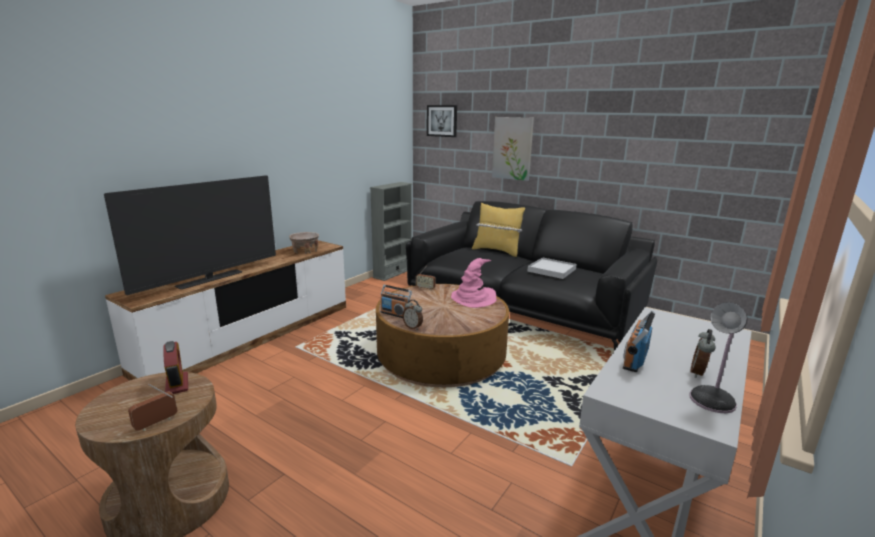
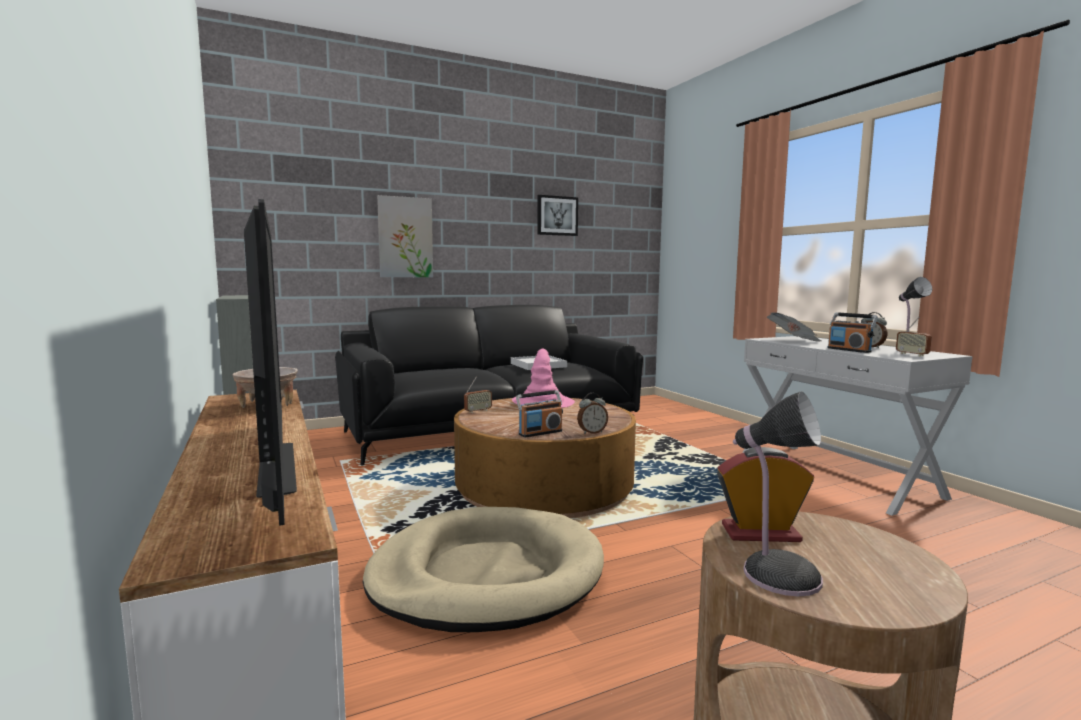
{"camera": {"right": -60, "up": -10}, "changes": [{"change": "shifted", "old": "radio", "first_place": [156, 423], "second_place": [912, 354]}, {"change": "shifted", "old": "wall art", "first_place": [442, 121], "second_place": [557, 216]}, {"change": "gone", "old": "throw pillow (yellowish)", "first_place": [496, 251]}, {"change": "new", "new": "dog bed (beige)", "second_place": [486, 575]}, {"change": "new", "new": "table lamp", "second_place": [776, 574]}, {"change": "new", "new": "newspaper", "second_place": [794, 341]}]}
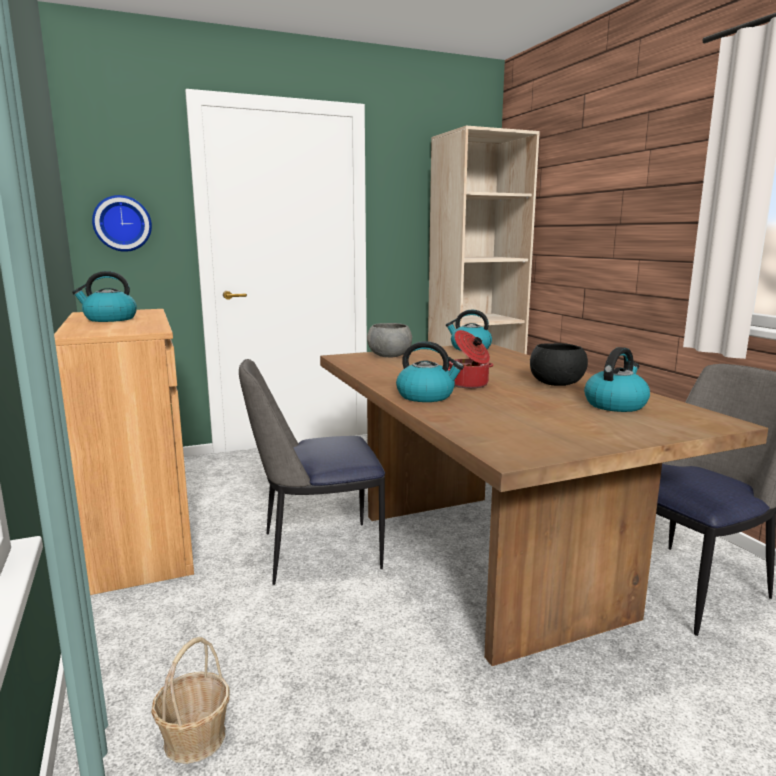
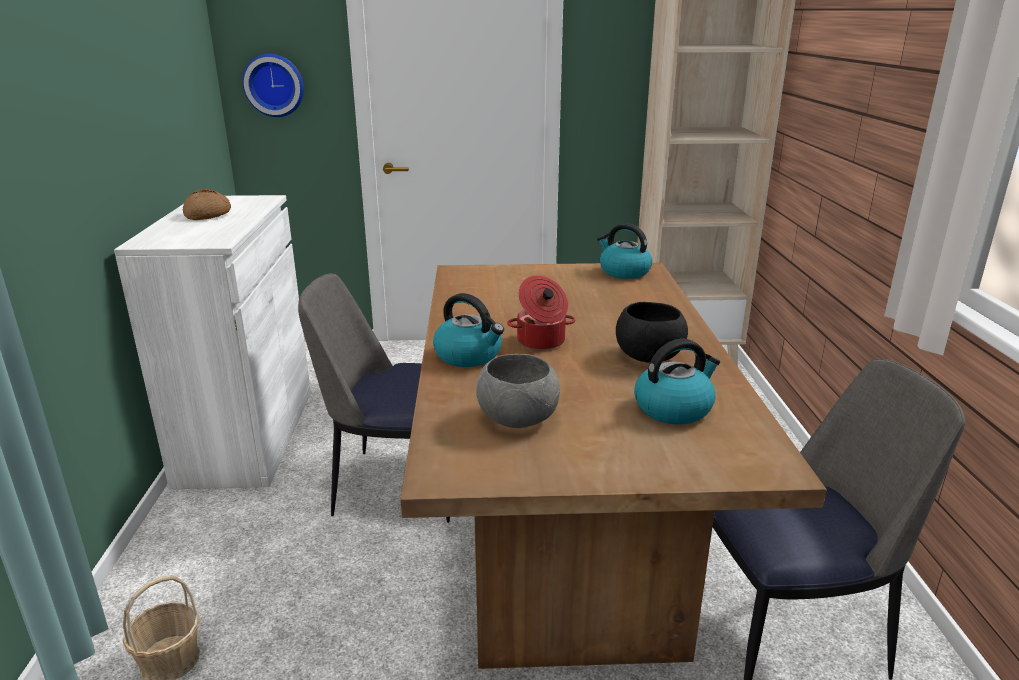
{"camera": {"right": 20, "up": 10}, "changes": [{"change": "repainted", "old": "storage cabinet (brown)", "new": "storage cabinet (white-coloured)", "first_place": [140, 539], "second_place": [247, 435]}, {"change": "swapped", "old": "tea kettle", "new": "bakery bread", "first_place": [109, 319], "second_place": [208, 215]}, {"change": "shifted", "old": "serving bowl (greyish)", "first_place": [389, 356], "second_place": [517, 418]}]}
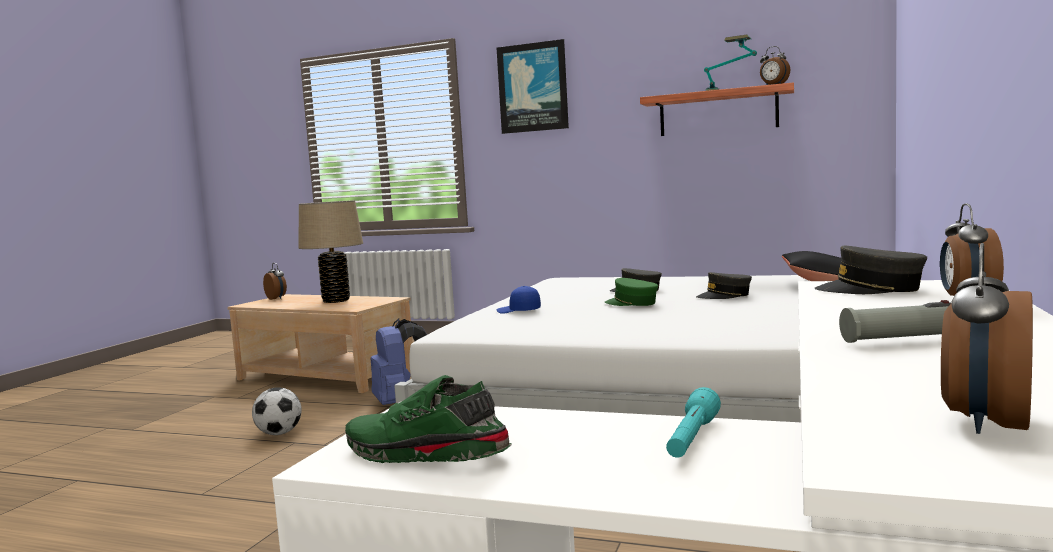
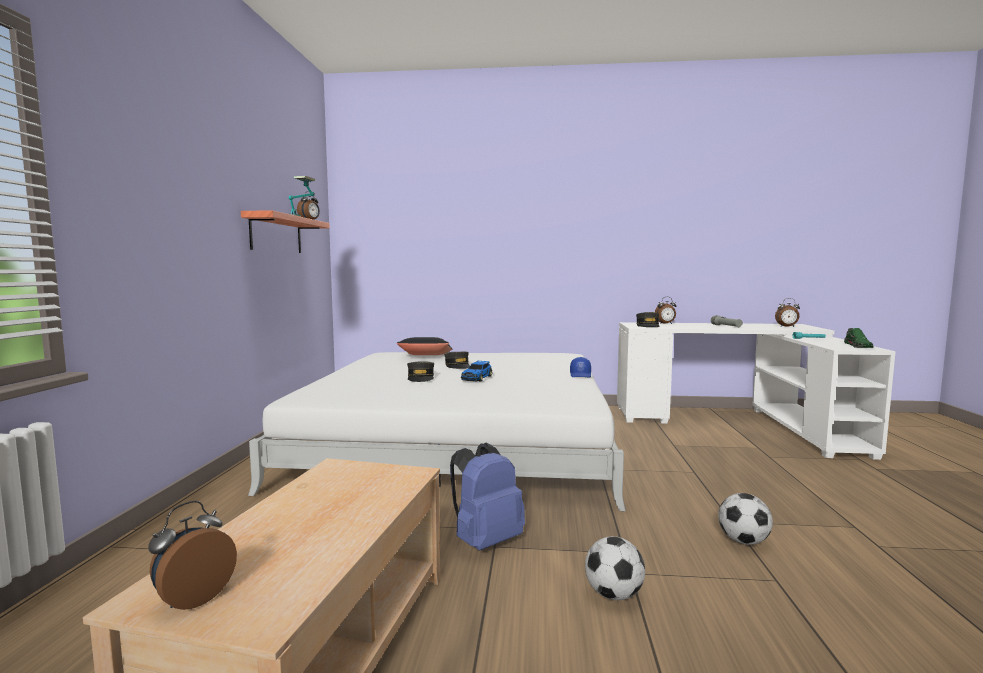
{"camera": {"right": -105, "up": 0}, "changes": [{"change": "gone", "old": "table lamp (beige)", "first_place": [336, 300]}, {"change": "gone", "old": "wall art", "first_place": [533, 87]}, {"change": "shifted", "old": "baseball cap (bluish)", "first_place": [518, 311], "second_place": [581, 375]}, {"change": "swapped", "old": "baseball cap (greenish)", "new": "toy car", "first_place": [631, 303], "second_place": [477, 378]}, {"change": "new", "new": "football ball", "second_place": [743, 541]}]}
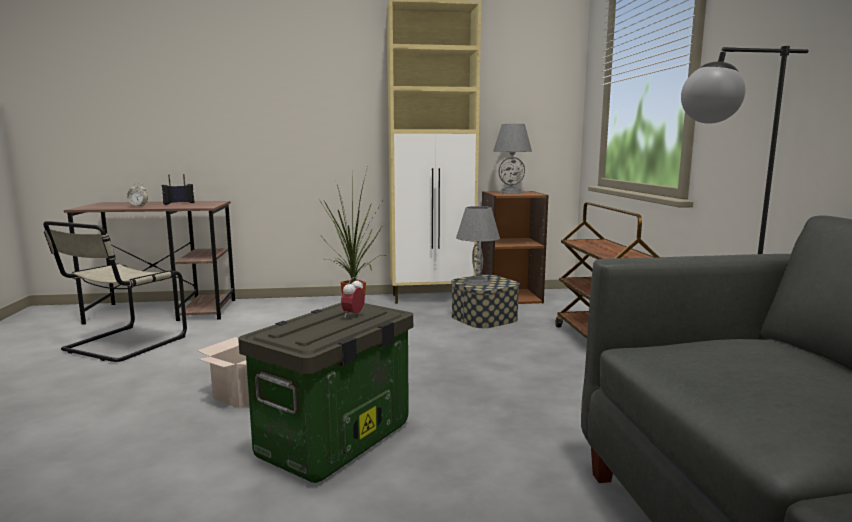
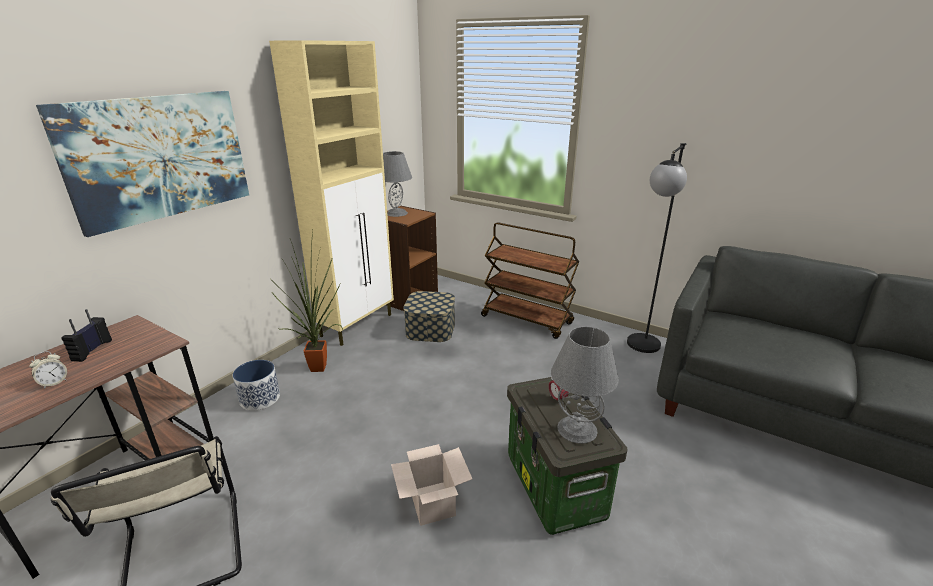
{"camera": {"right": -50, "up": 15}, "changes": [{"change": "shifted", "old": "table lamp (greyish)", "first_place": [477, 282], "second_place": [577, 429]}, {"change": "new", "new": "wall art", "second_place": [159, 157]}, {"change": "new", "new": "planter", "second_place": [260, 398]}]}
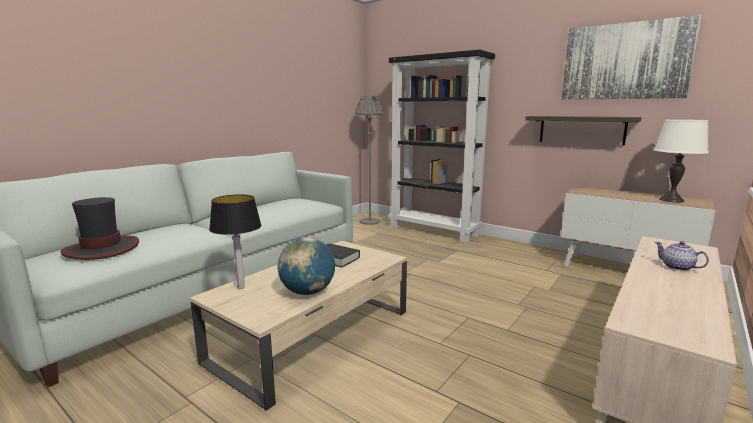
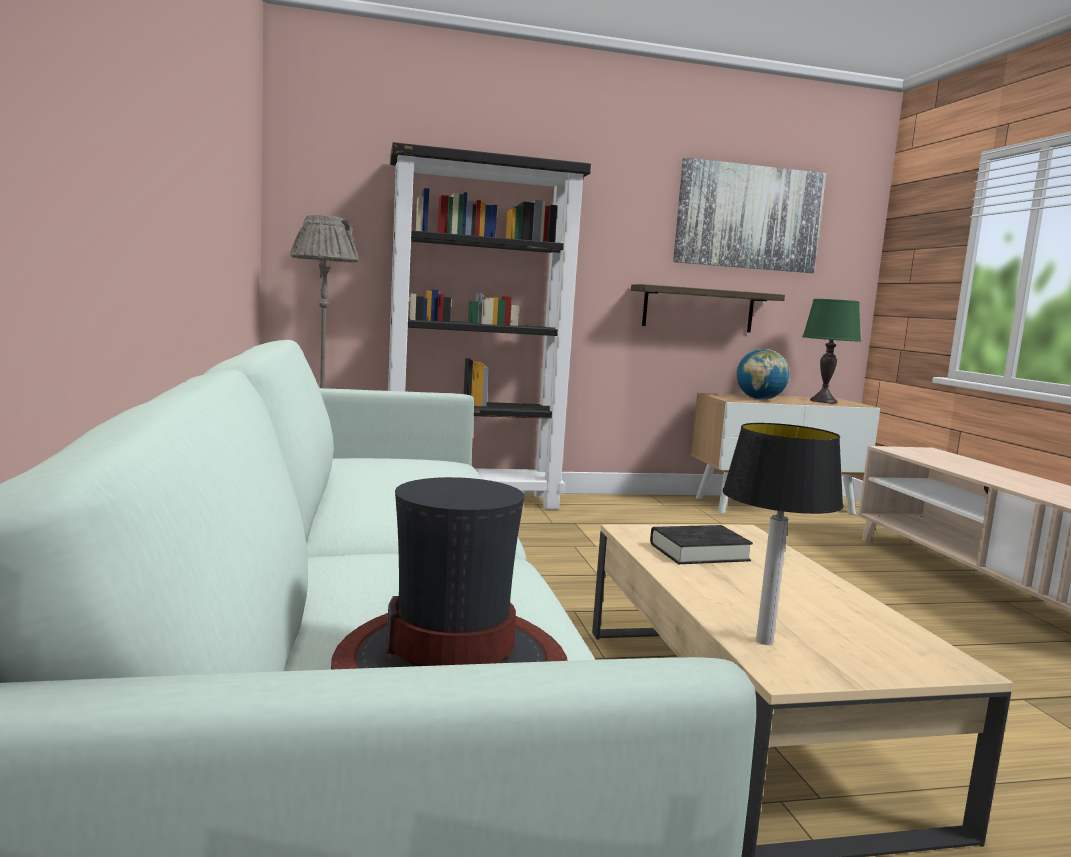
{"camera": {"right": -50, "up": -5}, "changes": [{"change": "shifted", "old": "globe", "first_place": [307, 292], "second_place": [760, 399]}, {"change": "repainted", "old": "table lamp (white-coloured)", "new": "table lamp (greenish)", "first_place": [671, 200], "second_place": [823, 401]}, {"change": "gone", "old": "pot for tea", "first_place": [677, 267]}]}
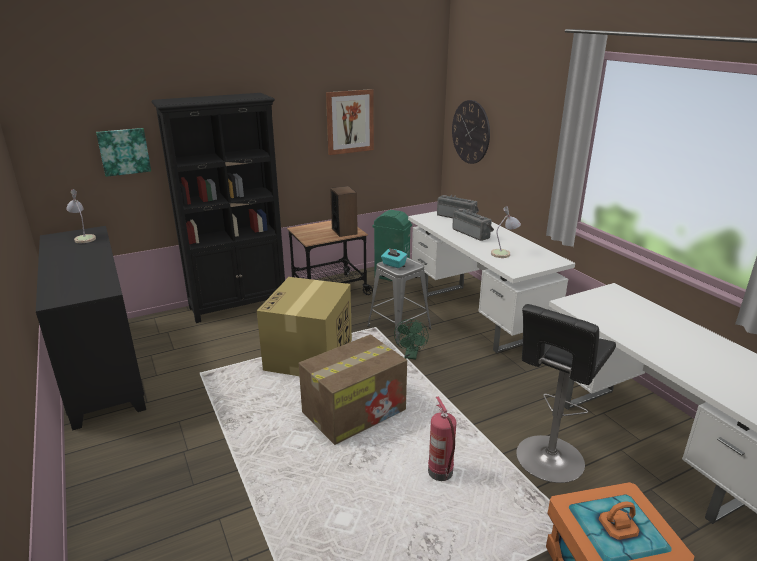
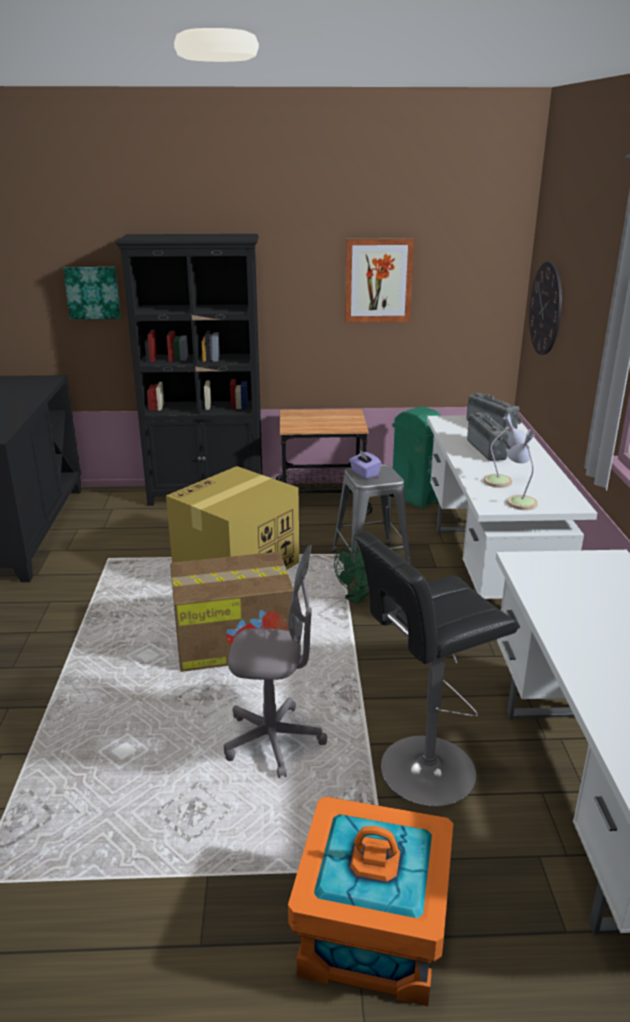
{"camera": {"right": 25, "up": 0}, "changes": [{"change": "shifted", "old": "table lamp", "first_place": [84, 238], "second_place": [518, 501]}, {"change": "gone", "old": "loudspeaker", "first_place": [344, 231]}, {"change": "repainted", "old": "tissue holder (turquoise)", "new": "tissue holder (purple)", "first_place": [393, 264], "second_place": [364, 473]}, {"change": "swapped", "old": "extinguisher", "new": "desk chair (greyish)", "first_place": [441, 473], "second_place": [273, 740]}]}
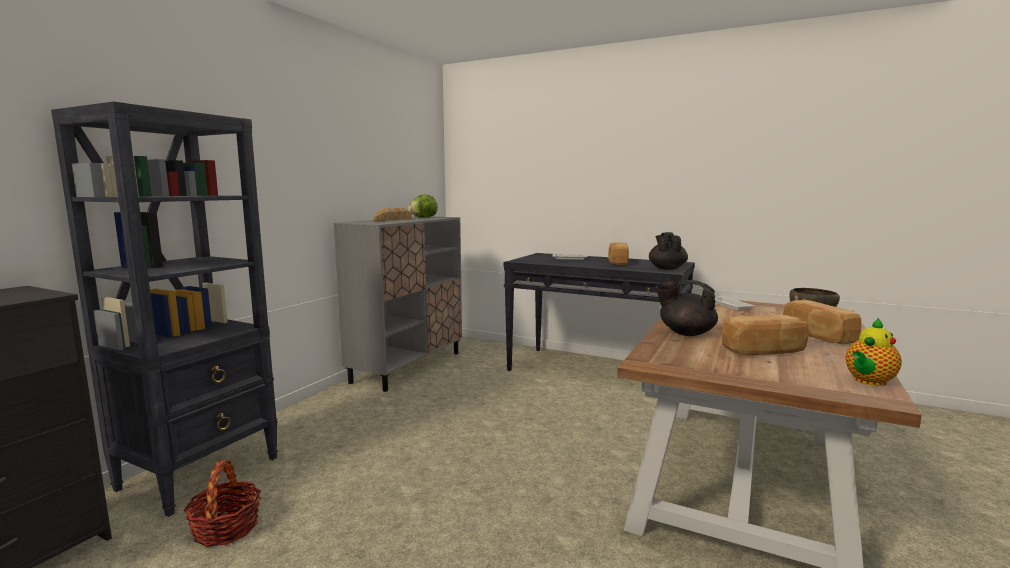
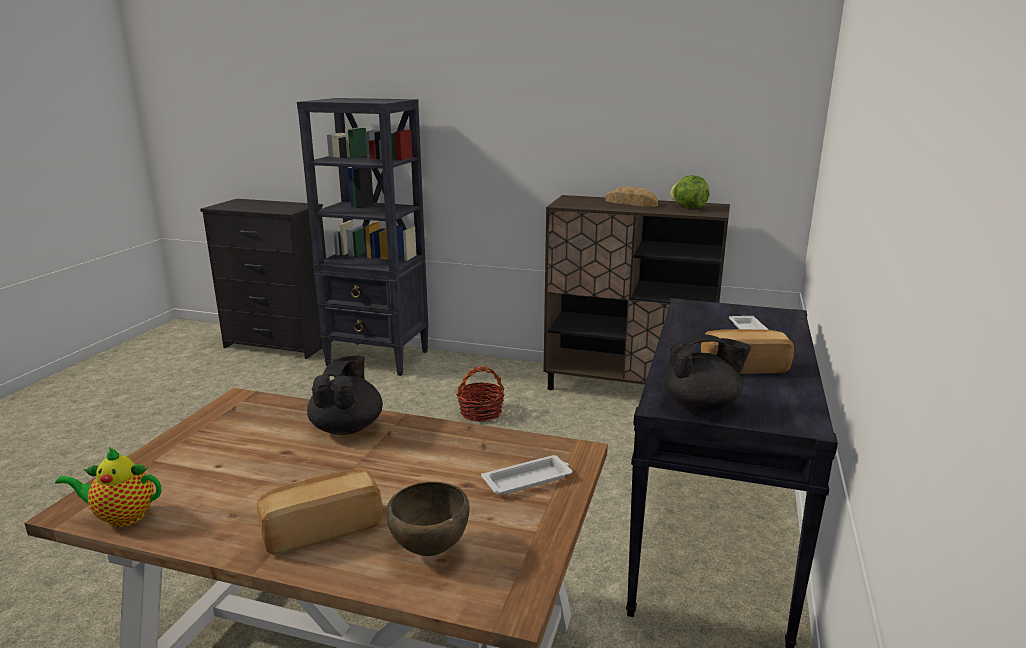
{"camera": {"right": 80, "up": 10}, "changes": [{"change": "shifted", "old": "household basket", "first_place": [226, 528], "second_place": [481, 412]}, {"change": "repainted", "old": "storage cabinet (greyish)", "new": "storage cabinet (brown)", "first_place": [408, 367], "second_place": [628, 388]}, {"change": "gone", "old": "bakery bread", "first_place": [764, 351]}, {"change": "rotated", "old": "pot for tea", "first_place": [868, 381], "second_place": [121, 517], "degrees": -45}]}
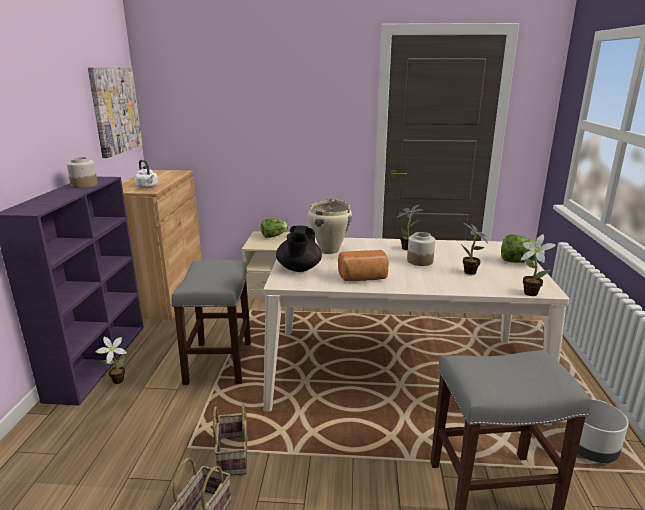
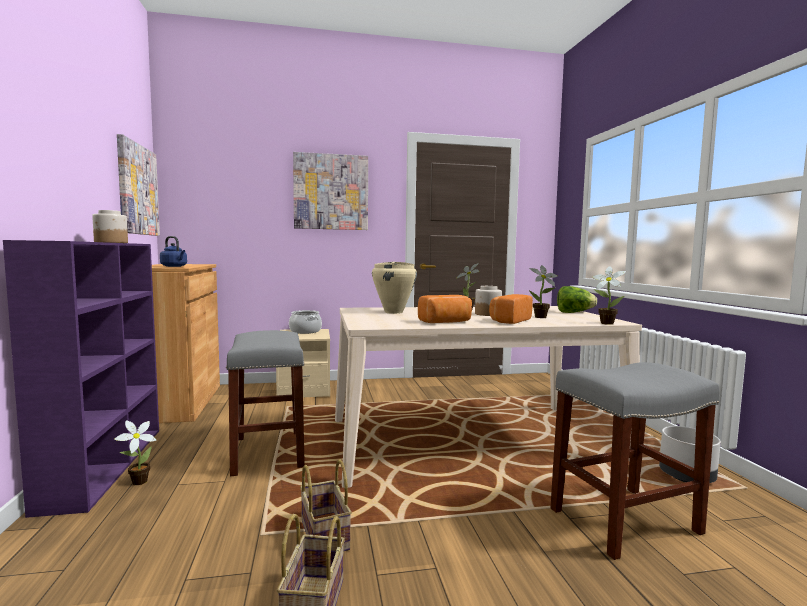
{"camera": {"right": -15, "up": -15}, "changes": [{"change": "repainted", "old": "tea kettle (white-coloured)", "new": "tea kettle (bluish)", "first_place": [148, 187], "second_place": [174, 266]}, {"change": "swapped", "old": "lettuce head", "new": "cooking pot", "first_place": [273, 236], "second_place": [305, 331]}, {"change": "gone", "old": "pot for tea (black-coloured)", "first_place": [299, 269]}, {"change": "new", "new": "wall art", "second_place": [331, 192]}, {"change": "new", "new": "bakery bread", "second_place": [509, 320]}]}
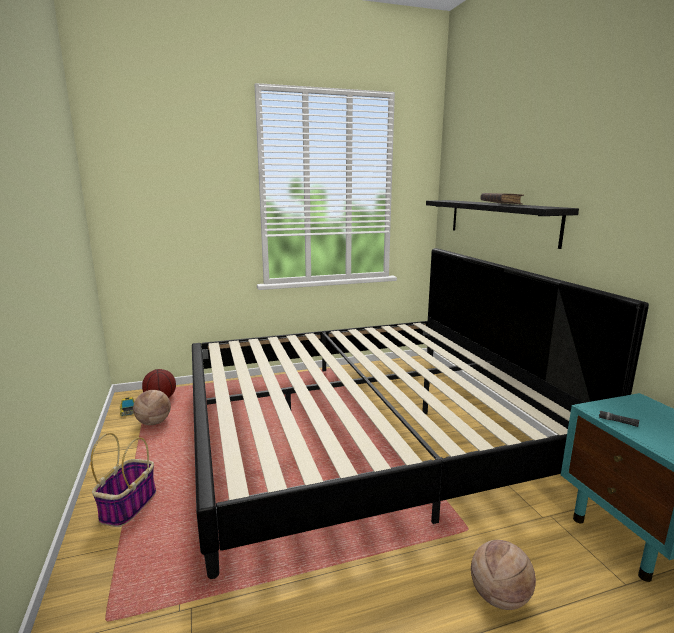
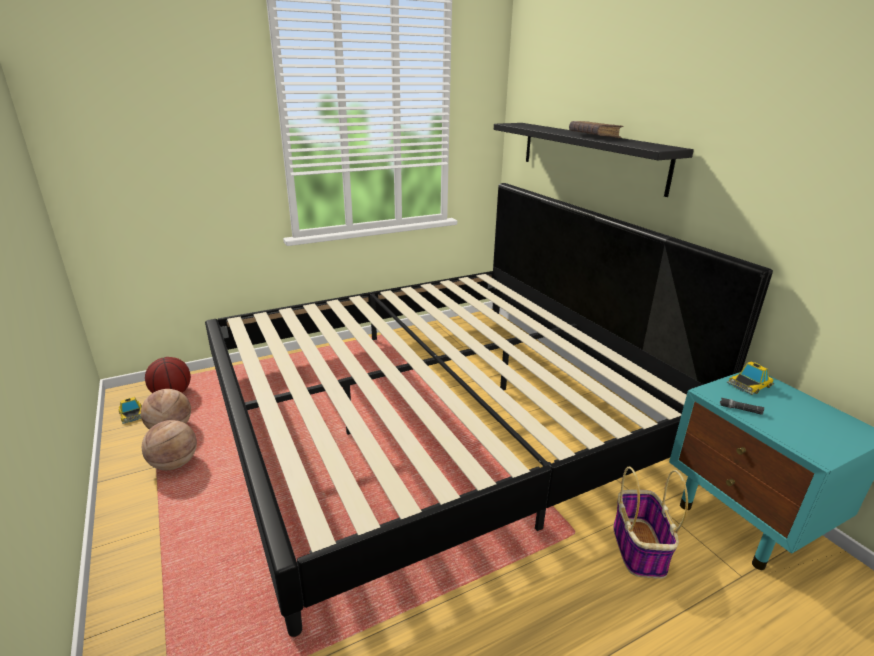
{"camera": {"right": -10, "up": 10}, "changes": [{"change": "shifted", "old": "household basket", "first_place": [129, 505], "second_place": [638, 547]}, {"change": "shifted", "old": "basketball ball", "first_place": [499, 597], "second_place": [174, 464]}, {"change": "new", "new": "toy car", "second_place": [749, 384]}]}
